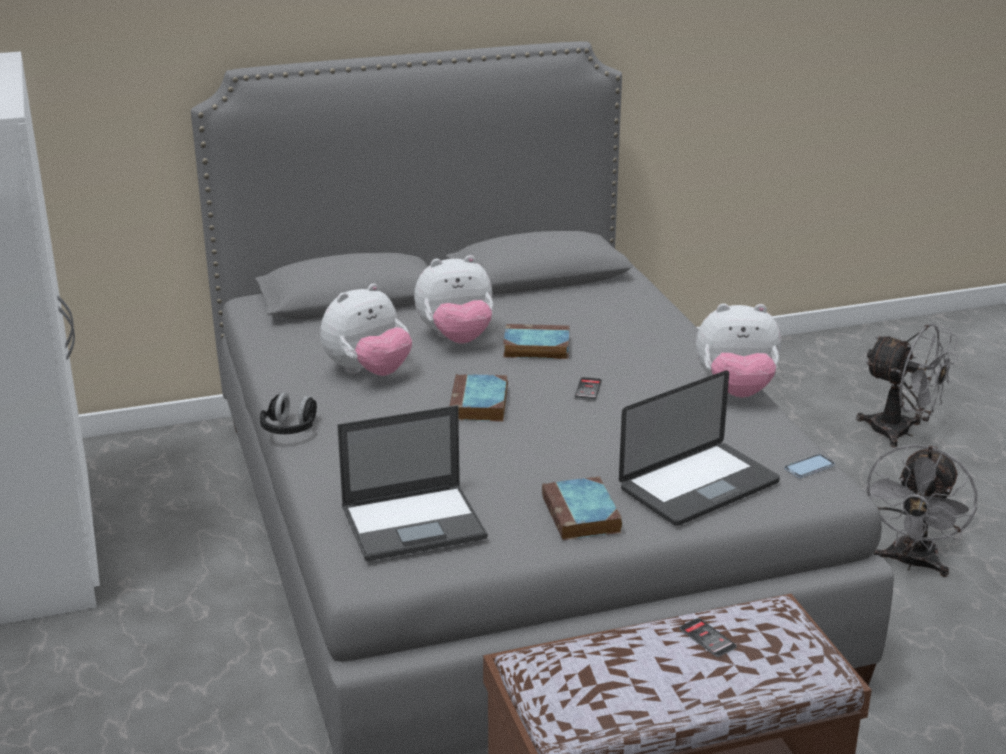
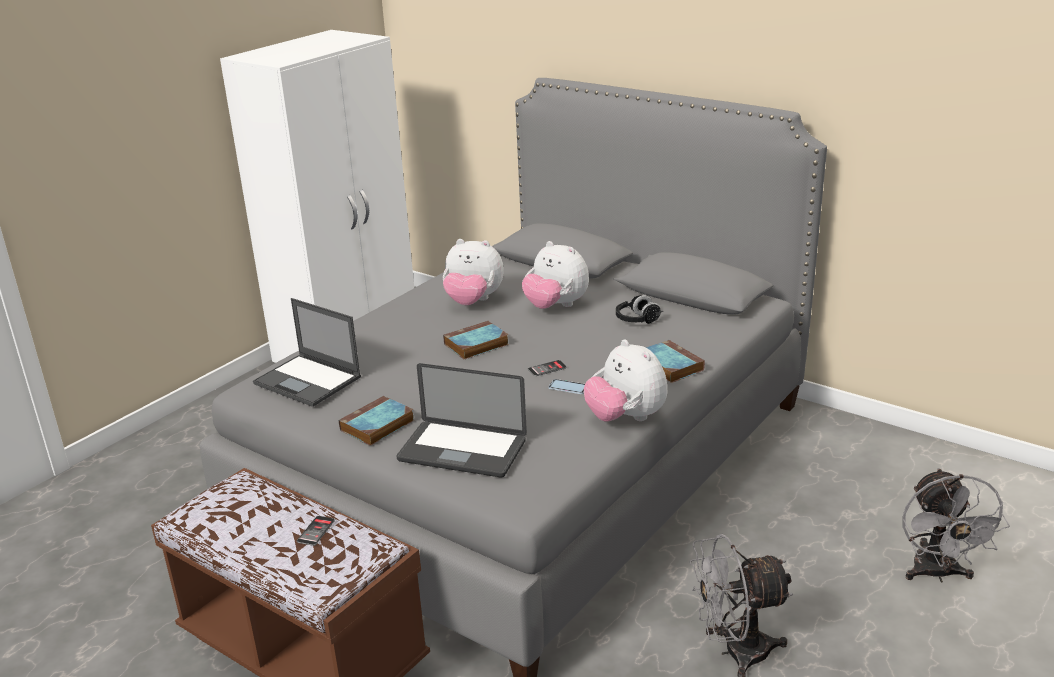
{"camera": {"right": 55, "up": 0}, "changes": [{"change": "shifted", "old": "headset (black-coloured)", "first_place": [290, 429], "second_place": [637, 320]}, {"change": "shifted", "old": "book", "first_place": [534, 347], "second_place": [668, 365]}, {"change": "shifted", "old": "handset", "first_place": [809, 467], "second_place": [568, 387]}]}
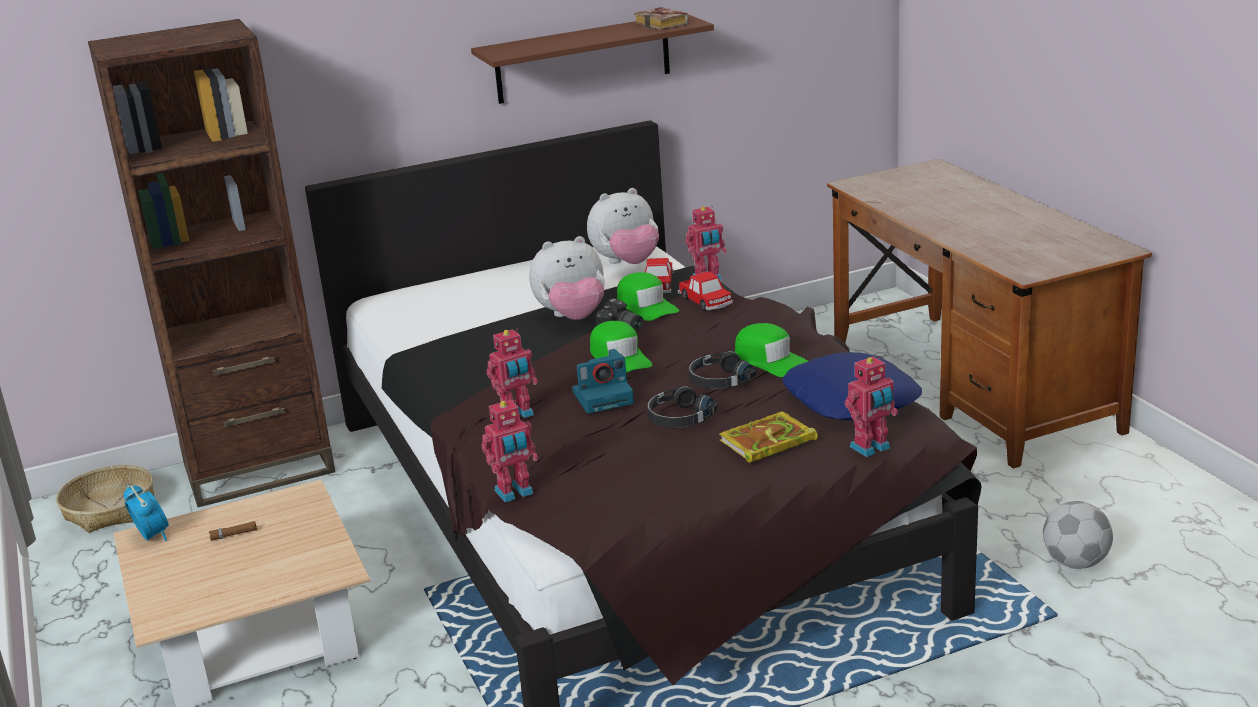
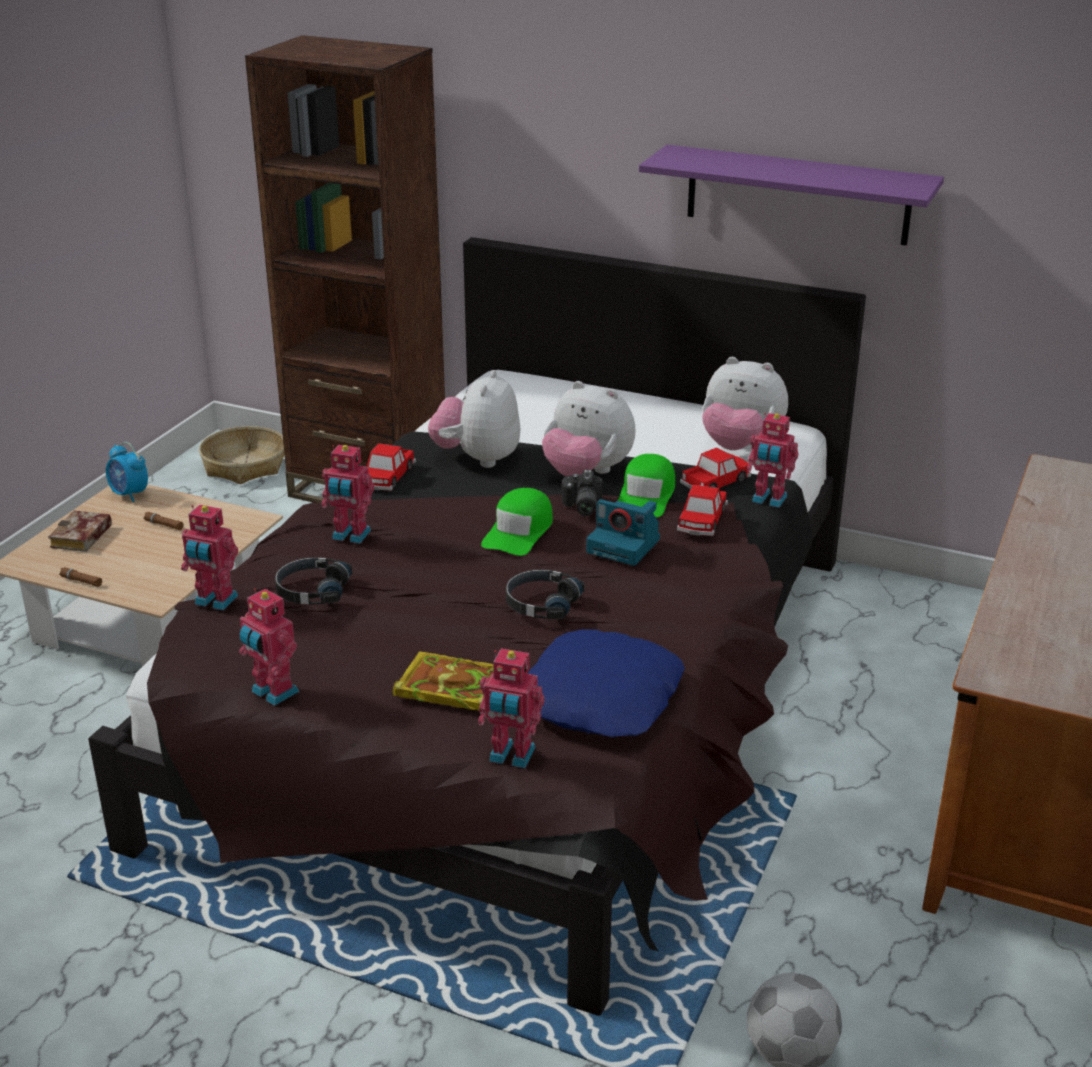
{"camera": {"right": 45, "up": 5}, "changes": [{"change": "rotated", "old": "bedside clock", "first_place": [152, 536], "second_place": [129, 494], "degrees": 120}, {"change": "repainted", "old": "wall shelf (brown)", "new": "wall shelf (purple)", "first_place": [583, 59], "second_place": [797, 195]}, {"change": "shifted", "old": "still camera", "first_place": [604, 397], "second_place": [625, 546]}, {"change": "shifted", "old": "book", "first_place": [664, 24], "second_place": [82, 538]}, {"change": "shifted", "old": "headset (black-coloured)", "first_place": [679, 418], "second_place": [312, 591]}, {"change": "gone", "old": "baseball cap (greenish)", "first_place": [770, 360]}, {"change": "new", "new": "flashlight (brown)", "second_place": [81, 581]}, {"change": "new", "new": "toy robot", "second_place": [272, 693]}, {"change": "new", "new": "toy car", "second_place": [387, 477]}, {"change": "new", "new": "plush toy", "second_place": [477, 459]}]}
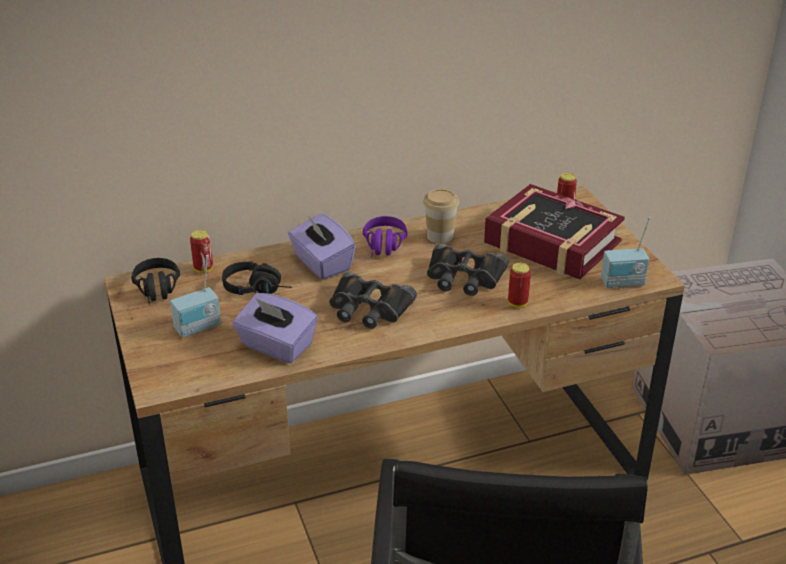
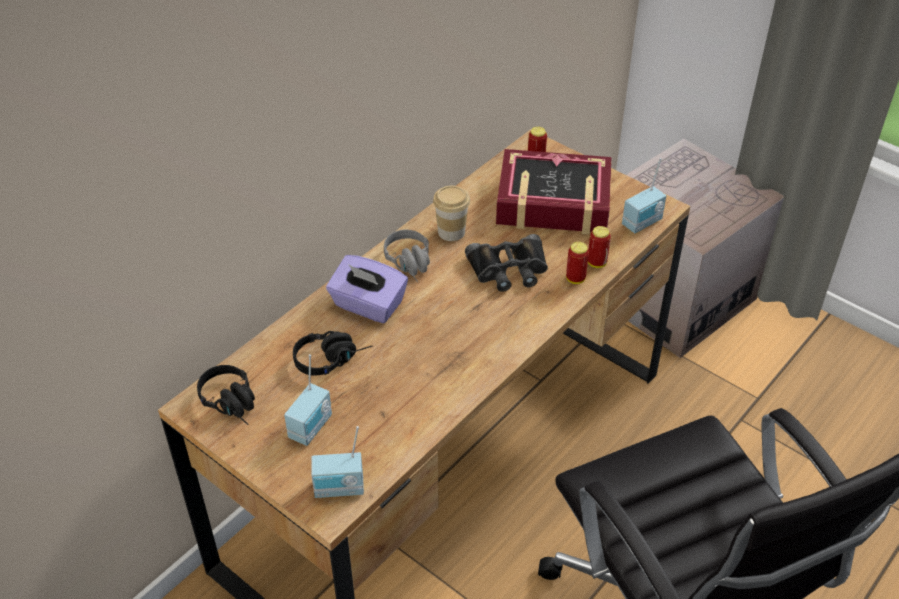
{"camera": {"right": -30, "up": 10}, "changes": [{"change": "shifted", "old": "metal can", "first_place": [203, 269], "second_place": [596, 263]}, {"change": "gone", "old": "tissue holder (purple)", "first_place": [276, 346]}, {"change": "gone", "old": "field glasses (black-coloured)", "first_place": [368, 308]}, {"change": "repainted", "old": "headset (purple)", "new": "headset (greyish)", "first_place": [384, 248], "second_place": [411, 265]}, {"change": "new", "new": "radio", "second_place": [339, 489]}]}
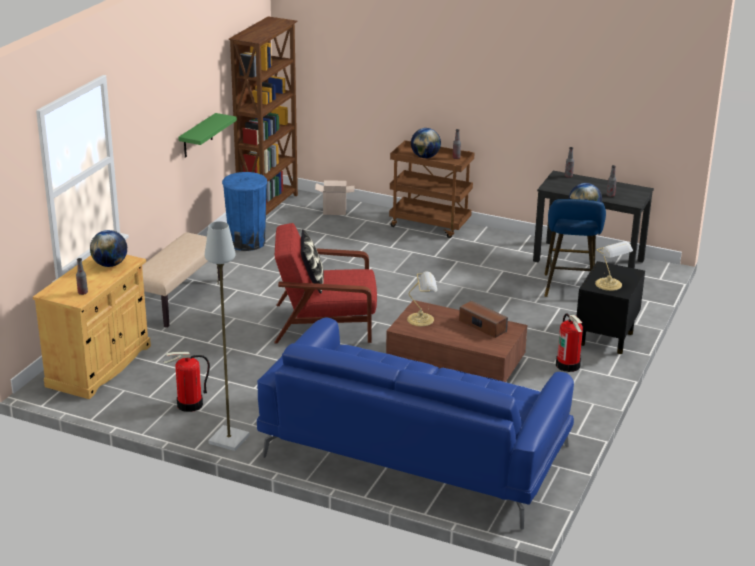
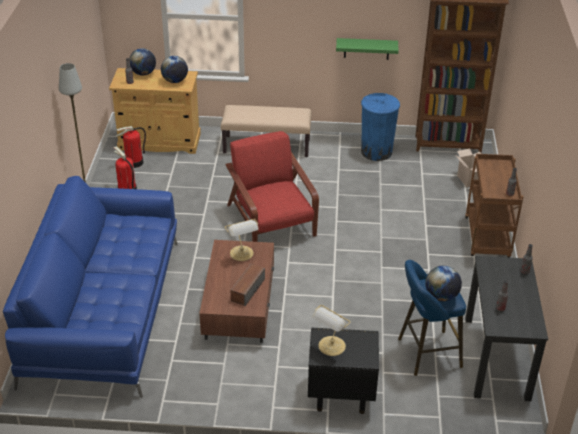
{"camera": {"right": 70, "up": 10}, "changes": [{"change": "gone", "old": "throw pillow", "first_place": [312, 282]}, {"change": "shifted", "old": "globe", "first_place": [425, 157], "second_place": [143, 73]}, {"change": "shifted", "old": "extinguisher", "first_place": [568, 365], "second_place": [134, 163]}]}
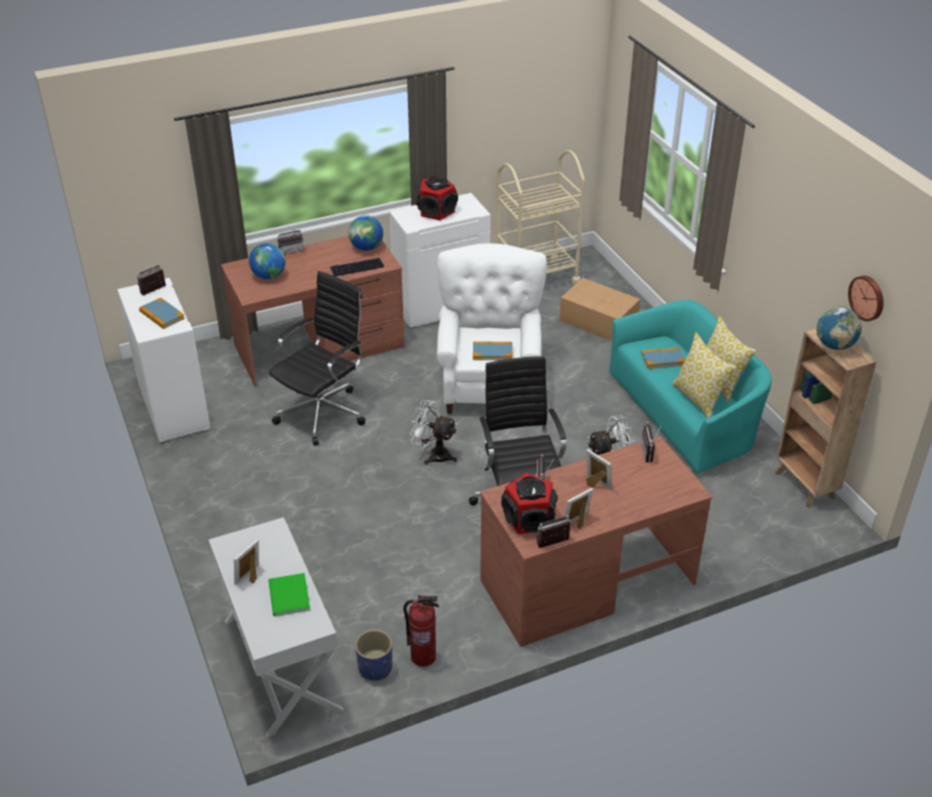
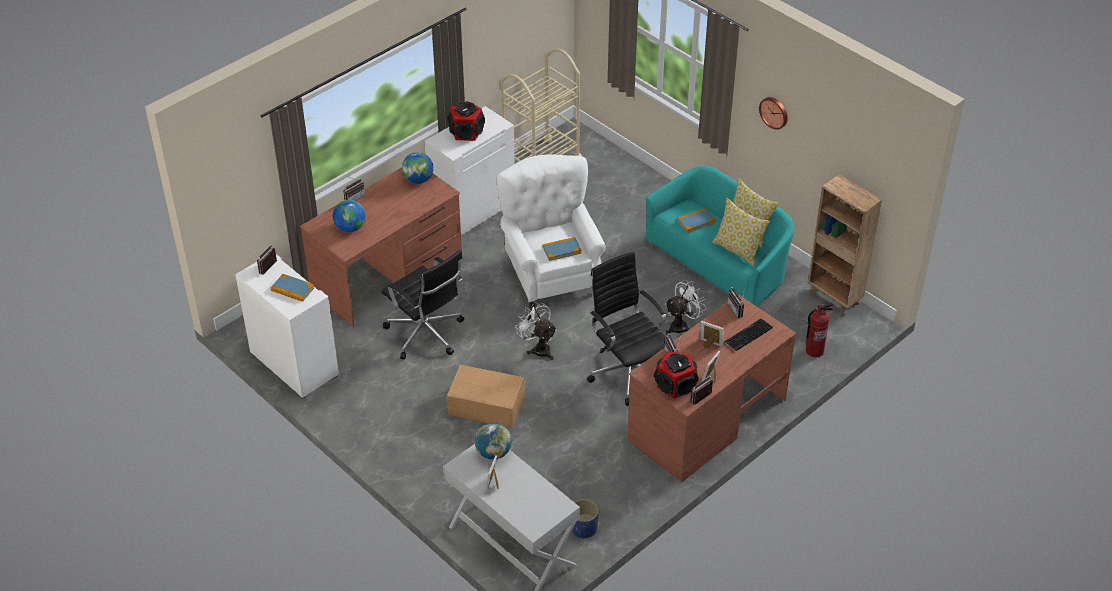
{"camera": {"right": -20, "up": 5}, "changes": [{"change": "rotated", "old": "desk chair (black-coloured)", "first_place": [323, 412], "second_place": [426, 335], "degrees": 120}, {"change": "gone", "old": "book (greenish)", "first_place": [288, 597]}, {"change": "shifted", "old": "computer keyboard", "first_place": [356, 267], "second_place": [748, 335]}, {"change": "shifted", "old": "extinguisher", "first_place": [423, 656], "second_place": [814, 351]}, {"change": "rotated", "old": "fan (white-coloured)", "first_place": [434, 455], "second_place": [538, 348], "degrees": 45}, {"change": "shifted", "old": "packing box", "first_place": [599, 321], "second_place": [487, 406]}, {"change": "shifted", "old": "globe", "first_place": [834, 345], "second_place": [493, 453]}, {"change": "shifted", "old": "hanging clock", "first_place": [867, 297], "second_place": [774, 112]}]}
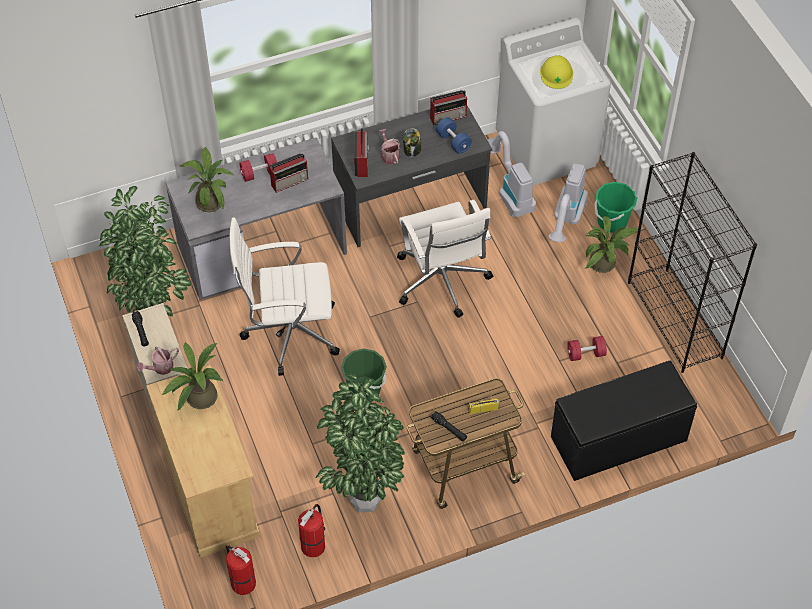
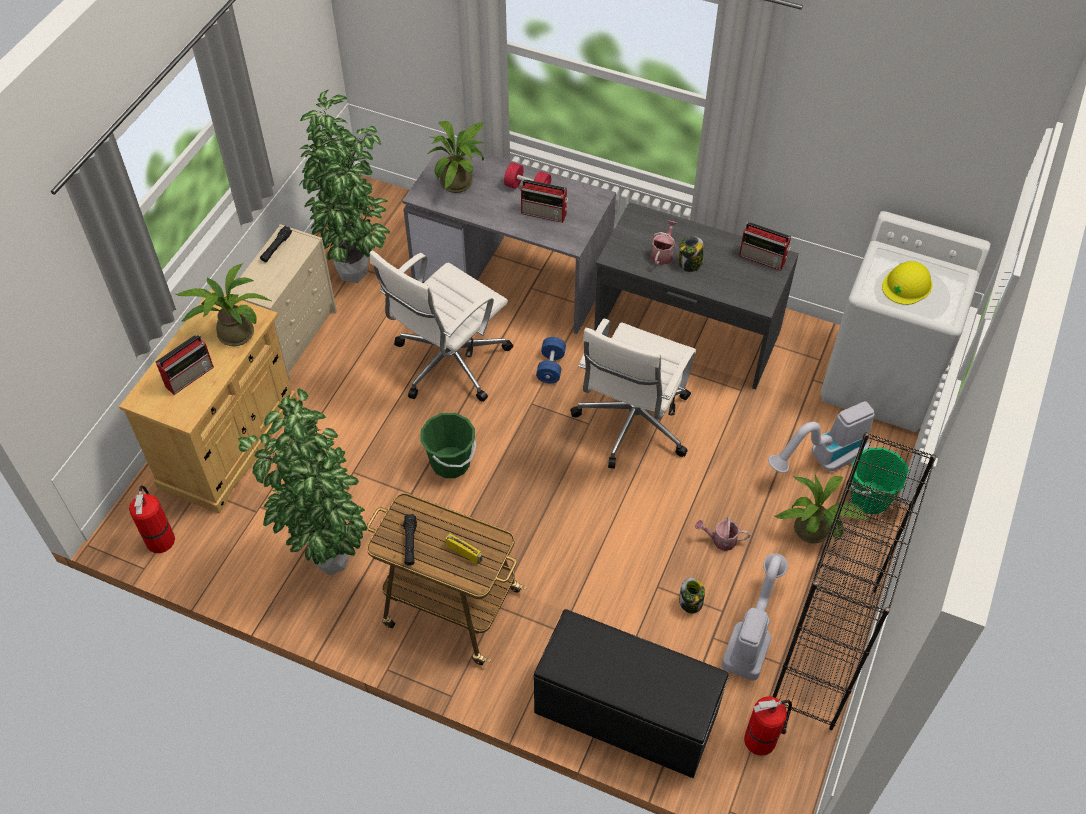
{"camera": {"right": 45, "up": 0}, "changes": [{"change": "shifted", "old": "sprinkling can", "first_place": [160, 368], "second_place": [720, 540]}, {"change": "rotated", "old": "desk chair (white-coloured)", "first_place": [289, 333], "second_place": [448, 363], "degrees": -90}, {"change": "shifted", "old": "extinguisher", "first_place": [313, 545], "second_place": [761, 739]}, {"change": "shifted", "old": "radio", "first_place": [361, 162], "second_place": [190, 376]}, {"change": "shifted", "old": "hand weight (bluish)", "first_place": [453, 142], "second_place": [551, 367]}, {"change": "shifted", "old": "vacuum cleaner", "first_place": [510, 192], "second_place": [751, 634]}, {"change": "swapped", "old": "hand weight (red)", "new": "preserve jar", "first_place": [586, 354], "second_place": [691, 602]}]}
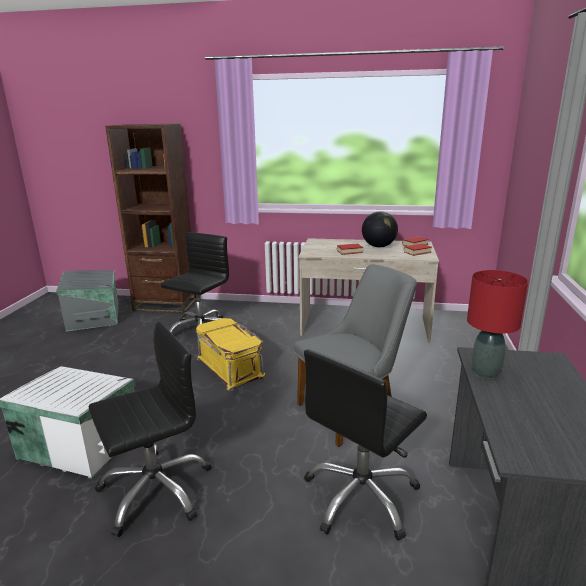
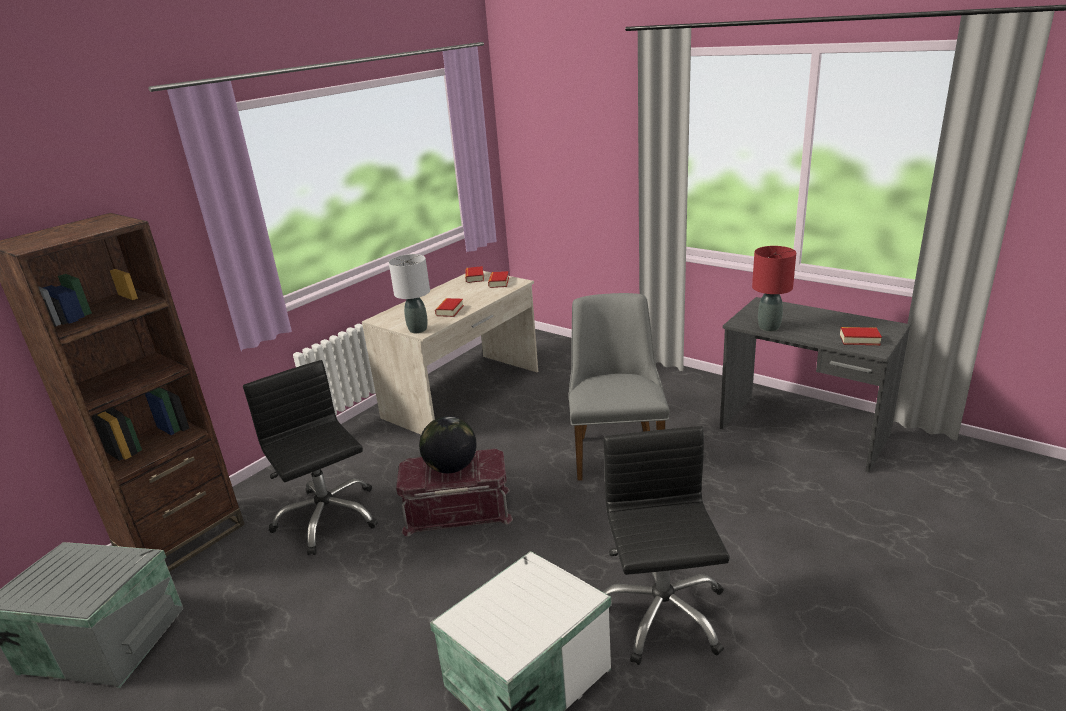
{"camera": {"right": -60, "up": 5}, "changes": [{"change": "repainted", "old": "storage box (yellowish)", "new": "storage box (red)", "first_place": [231, 367], "second_place": [457, 510]}, {"change": "gone", "old": "desk chair (black-coloured)", "first_place": [361, 497]}, {"change": "shifted", "old": "globe", "first_place": [378, 246], "second_place": [451, 467]}, {"change": "new", "new": "table lamp (greyish)", "second_place": [417, 330]}, {"change": "new", "new": "book", "second_place": [859, 339]}]}
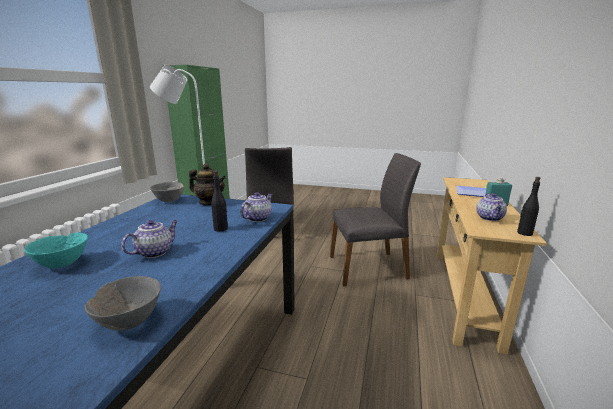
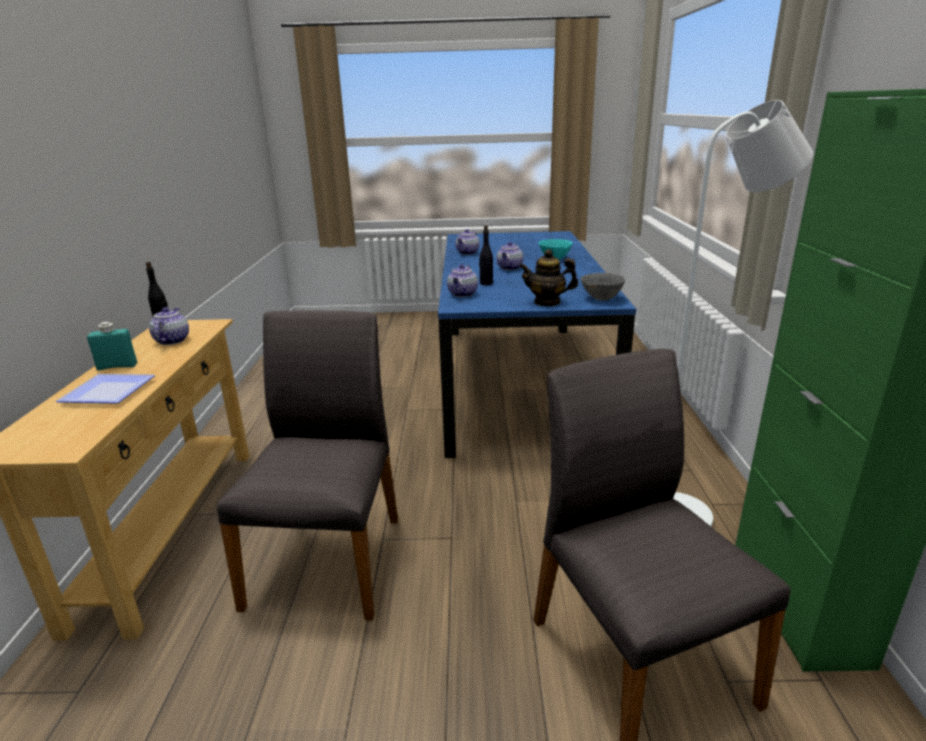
{"camera": {"right": 165, "up": 5}, "changes": [{"change": "swapped", "old": "serving bowl (greyish)", "new": "pot for tea", "first_place": [129, 322], "second_place": [467, 253]}, {"change": "rotated", "old": "chair (greyish)", "first_place": [368, 267], "second_place": [329, 559], "degrees": 120}]}
